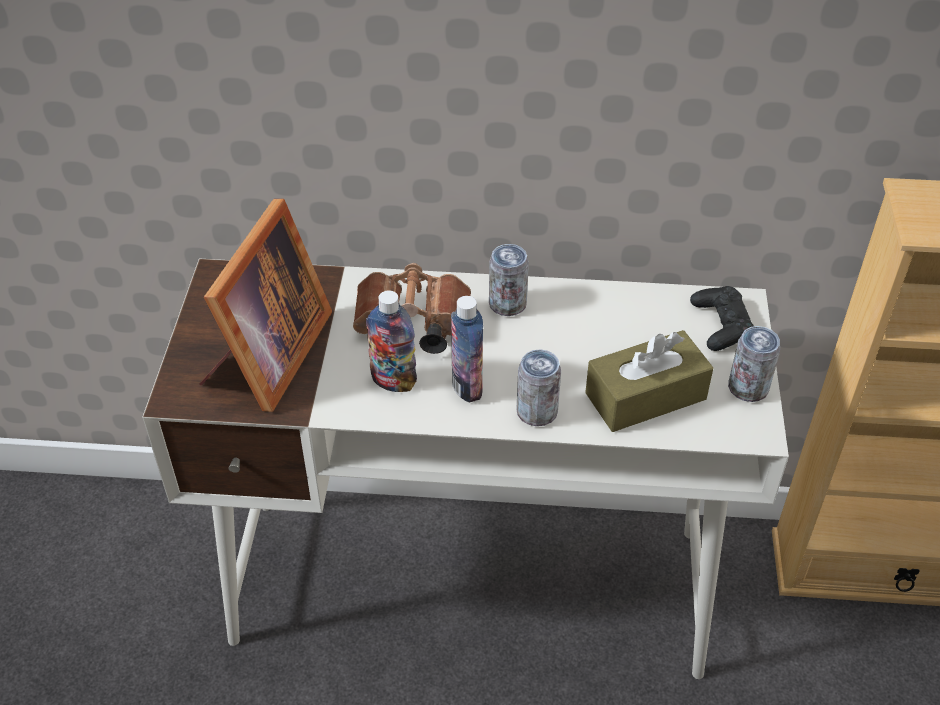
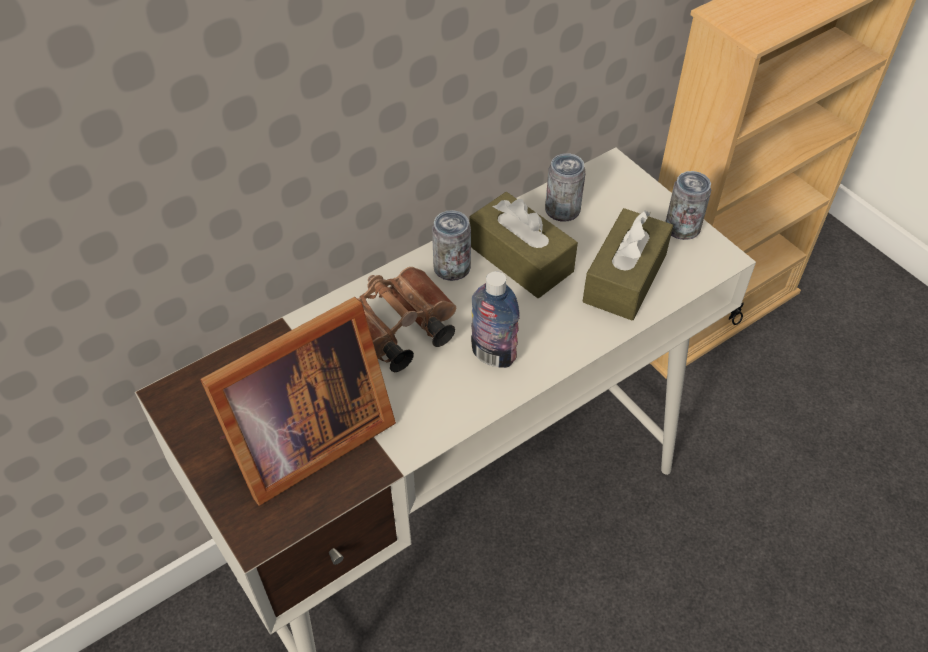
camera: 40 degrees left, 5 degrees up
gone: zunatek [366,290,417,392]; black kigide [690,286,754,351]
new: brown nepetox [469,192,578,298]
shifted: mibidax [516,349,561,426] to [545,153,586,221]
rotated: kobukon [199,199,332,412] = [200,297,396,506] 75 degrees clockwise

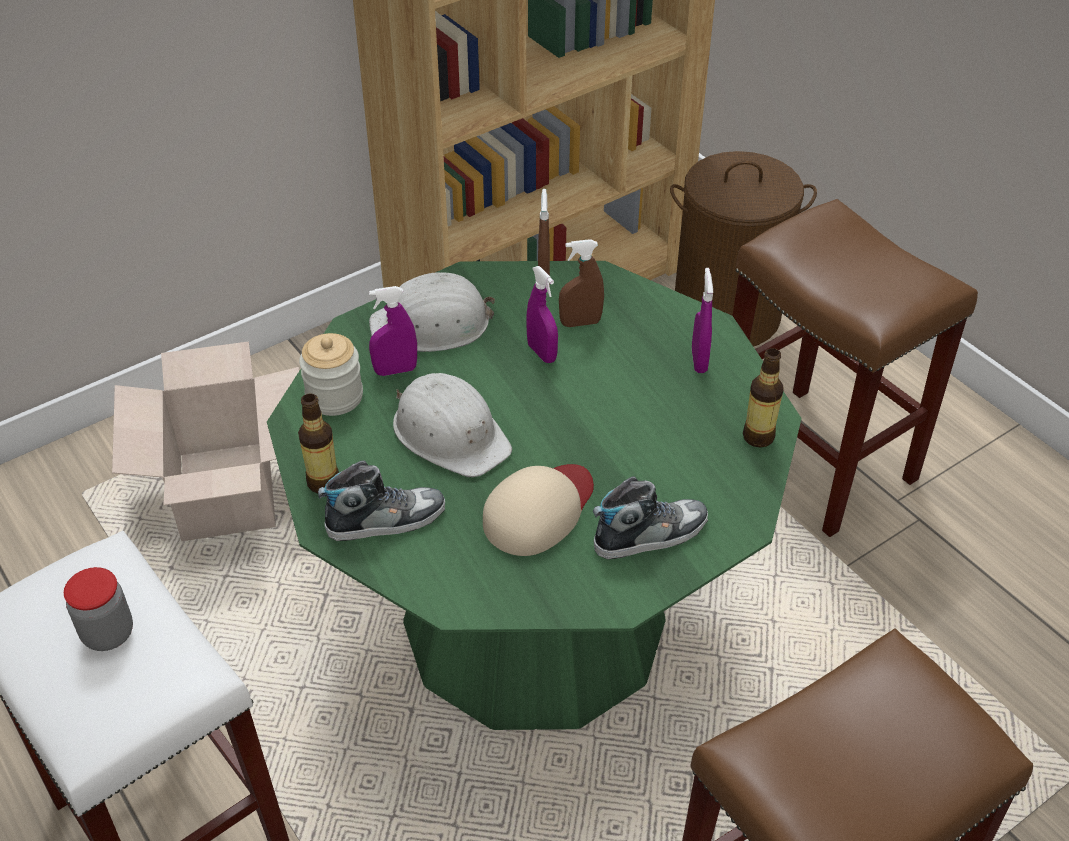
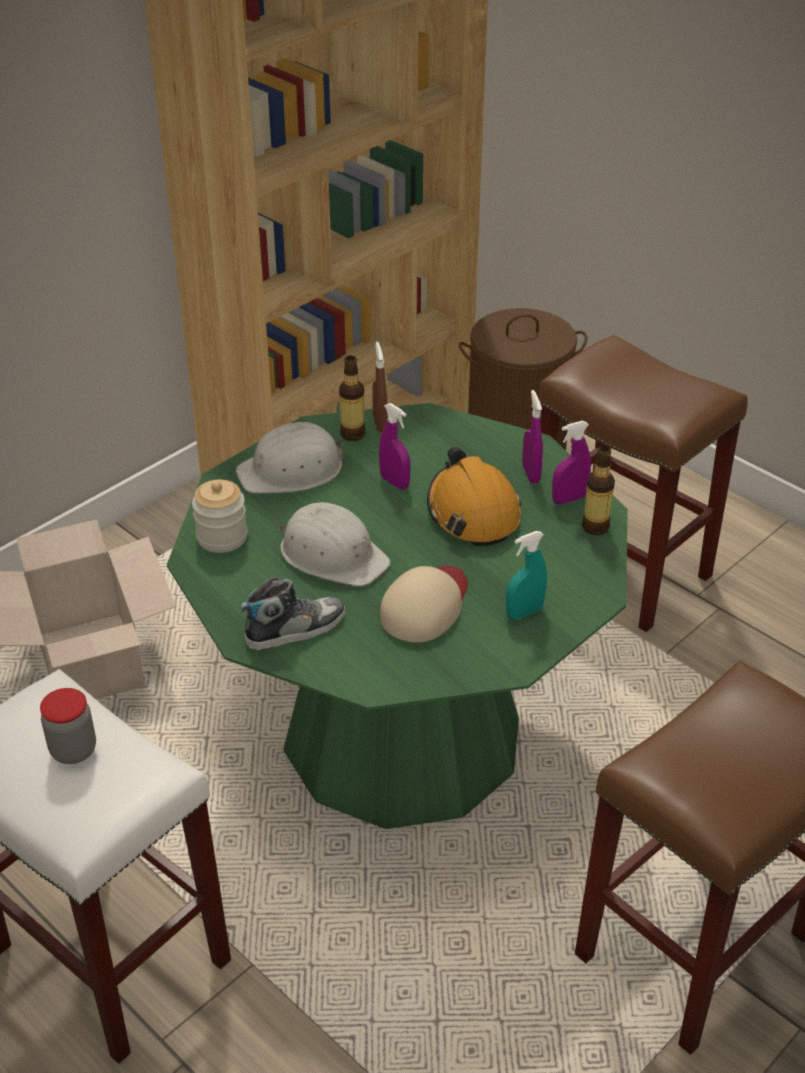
camera: 10 degrees left, 5 degrees down
gone: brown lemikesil [559,239,604,327]
new: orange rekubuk [427,447,521,546]
shifted: zunatek [298,393,339,493] to [339,356,366,441]; purple lemikesil [369,286,417,376] to [552,421,591,504]
swapped: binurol [593,476,708,559] to turquoise lemikesil [506,531,547,620]

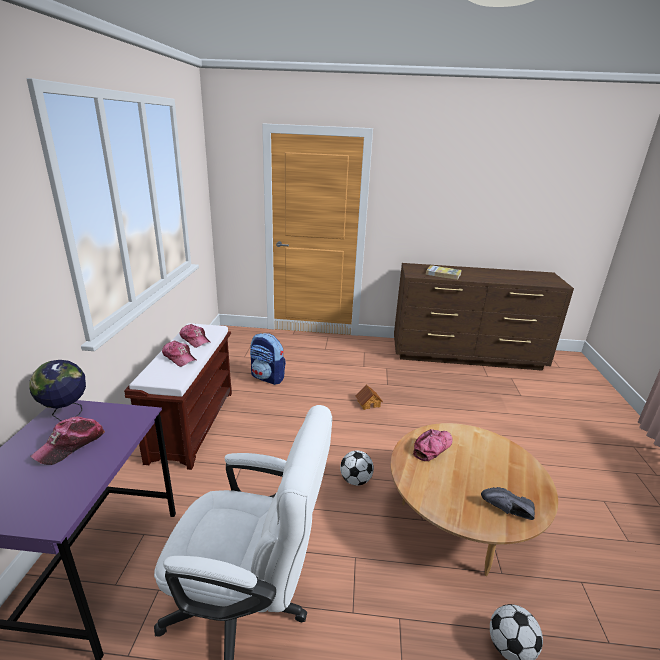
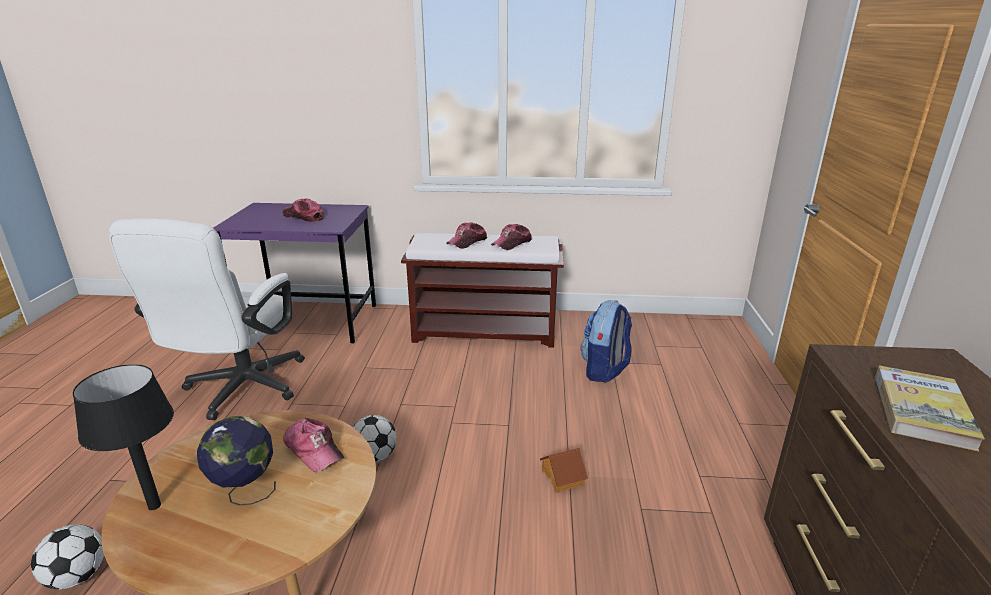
camera: 90 degrees right, 0 degrees up
shifted: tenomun [29,360,86,421] to [197,416,276,506]
swapped: black binurol [481,487,535,520] to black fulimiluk [73,364,174,510]

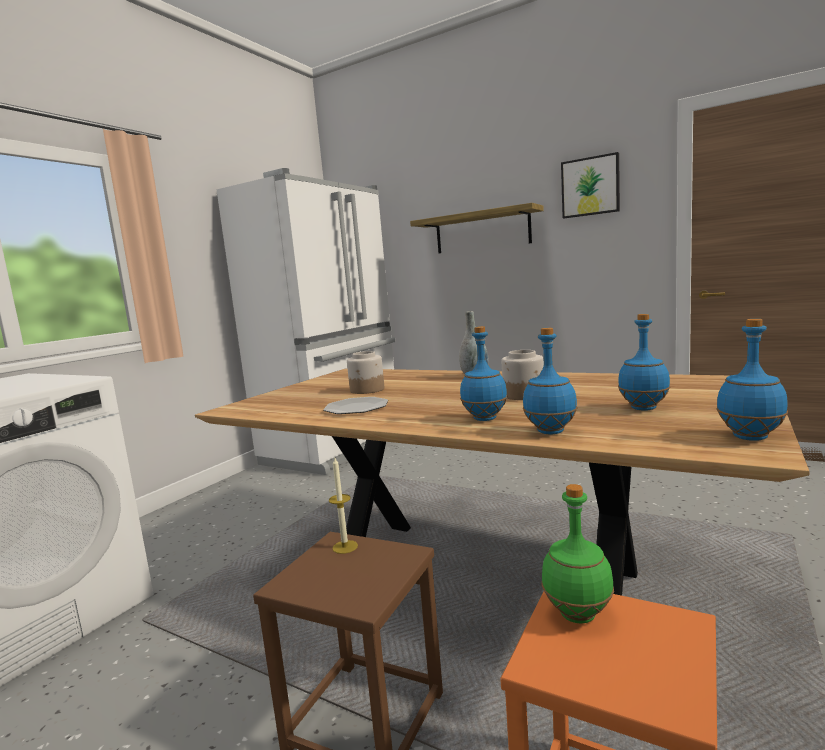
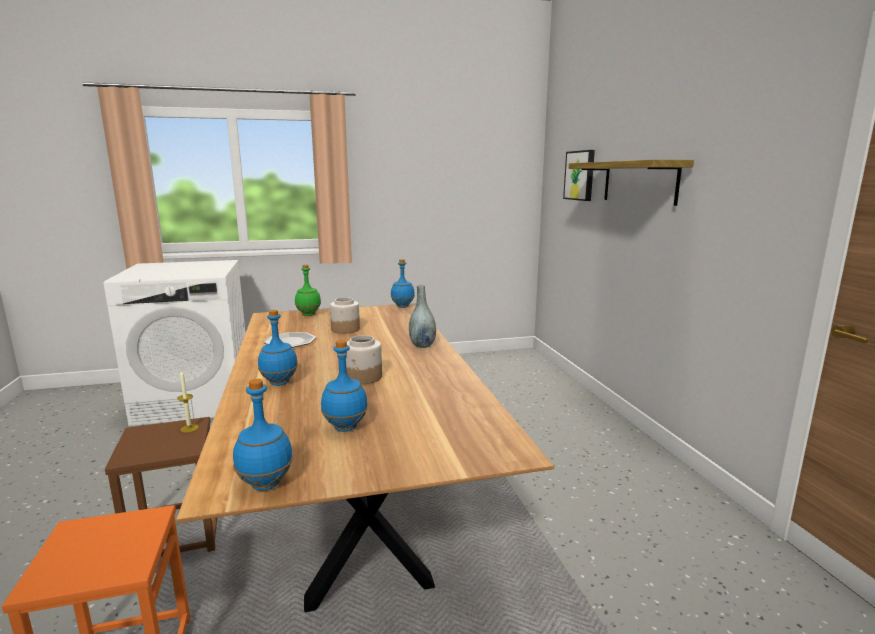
camera: 45 degrees right, 5 degrees up
gone: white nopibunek [216,168,395,475]
shifted: blue zunatek [523,328,578,434] to [391,259,415,308]; green zunatek [541,484,614,623] to [295,265,321,316]; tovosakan [561,152,620,218] to [563,150,595,201]

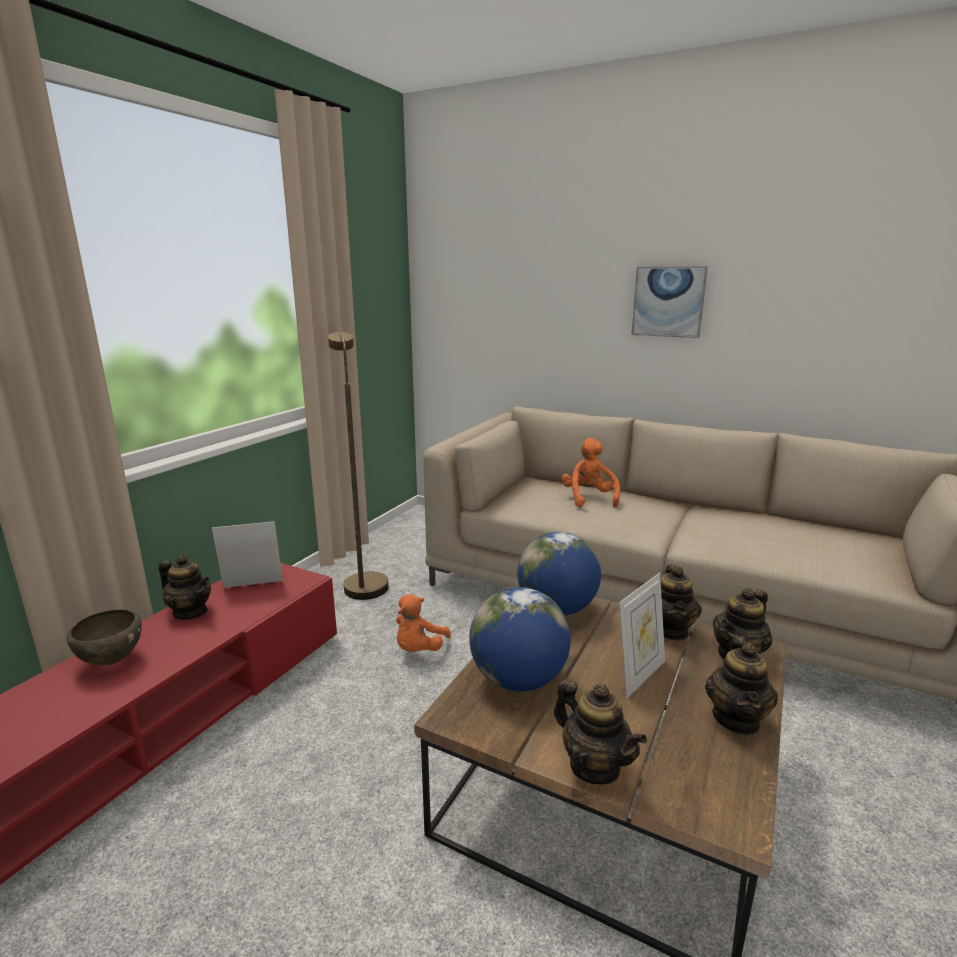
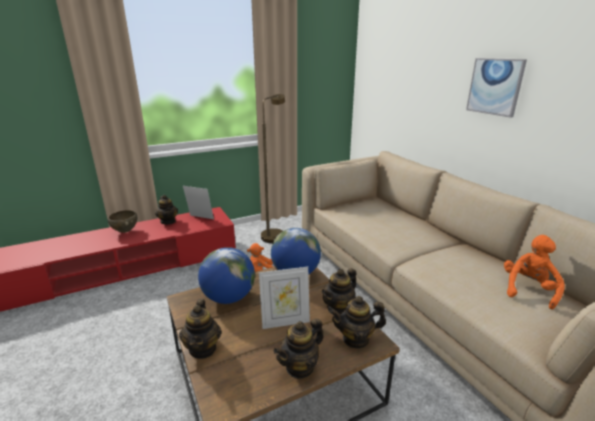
camera: 35 degrees right, 5 degrees up
shifted: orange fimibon [562,438,620,508] to [504,235,565,310]

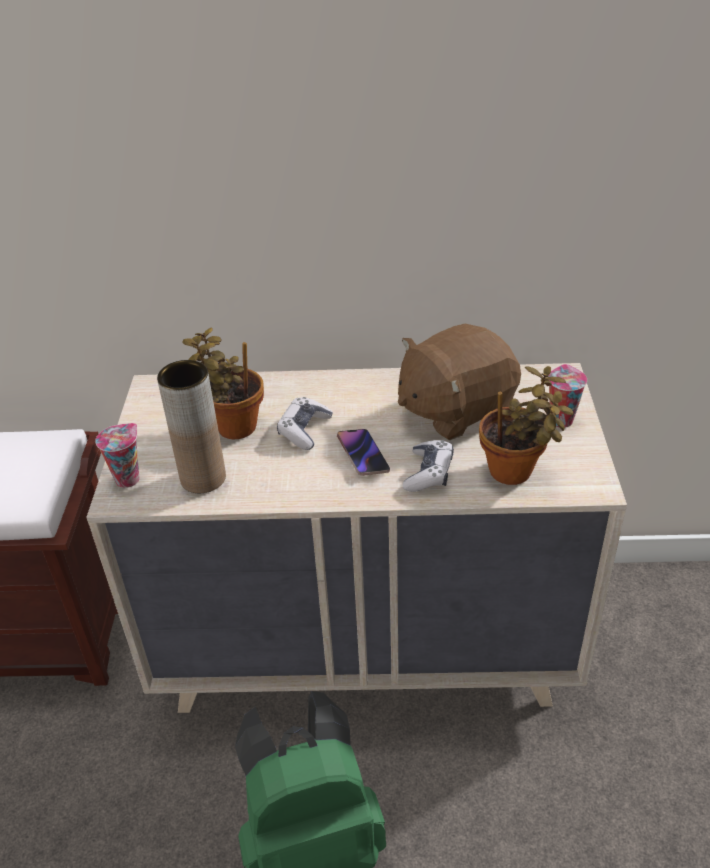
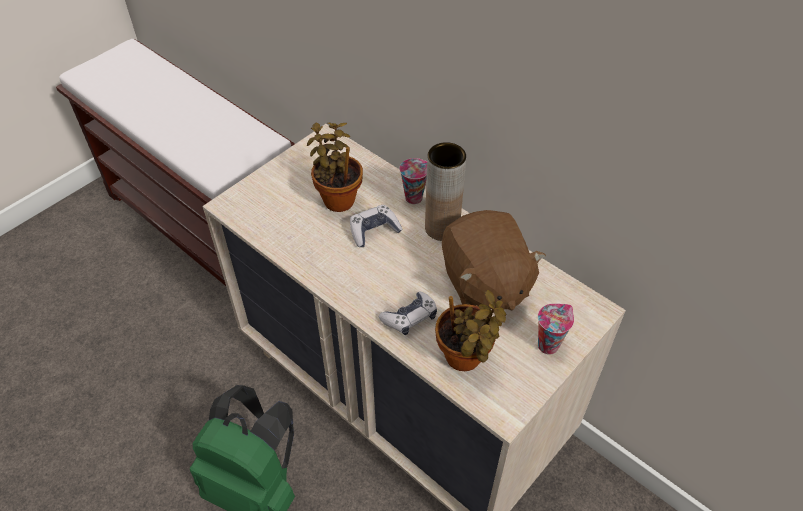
camera: 40 degrees right, 10 degrees up
gone: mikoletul [337,429,390,476]
shifted: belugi [95,423,140,488] to [399,158,427,204]; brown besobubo [157,360,226,493] to [425,142,466,241]
rotated: brown fimibon [398,324,521,440] = [442,210,546,310] 120 degrees counterclockwise

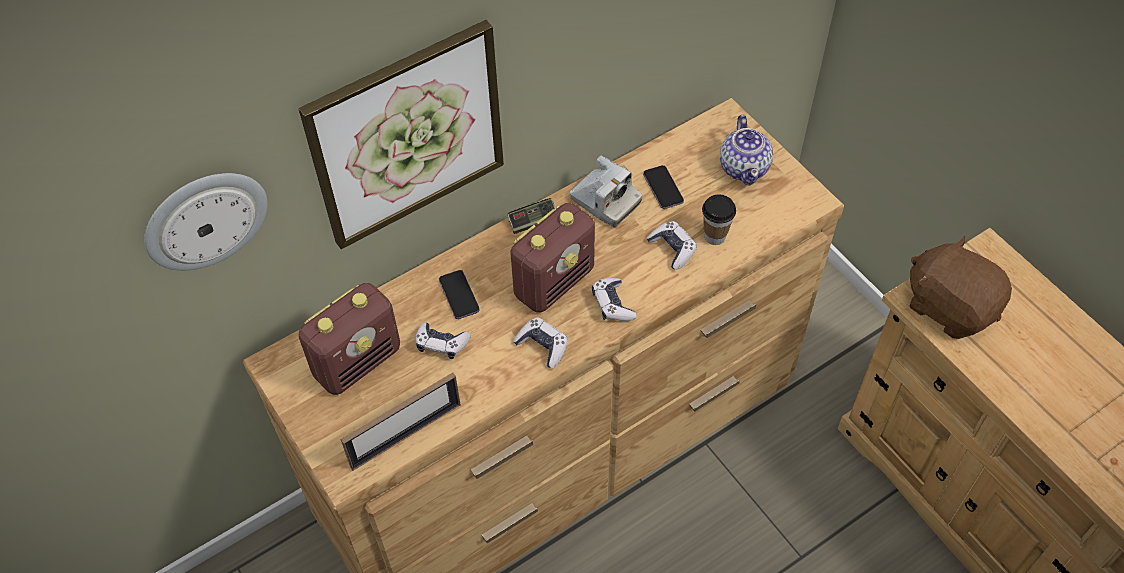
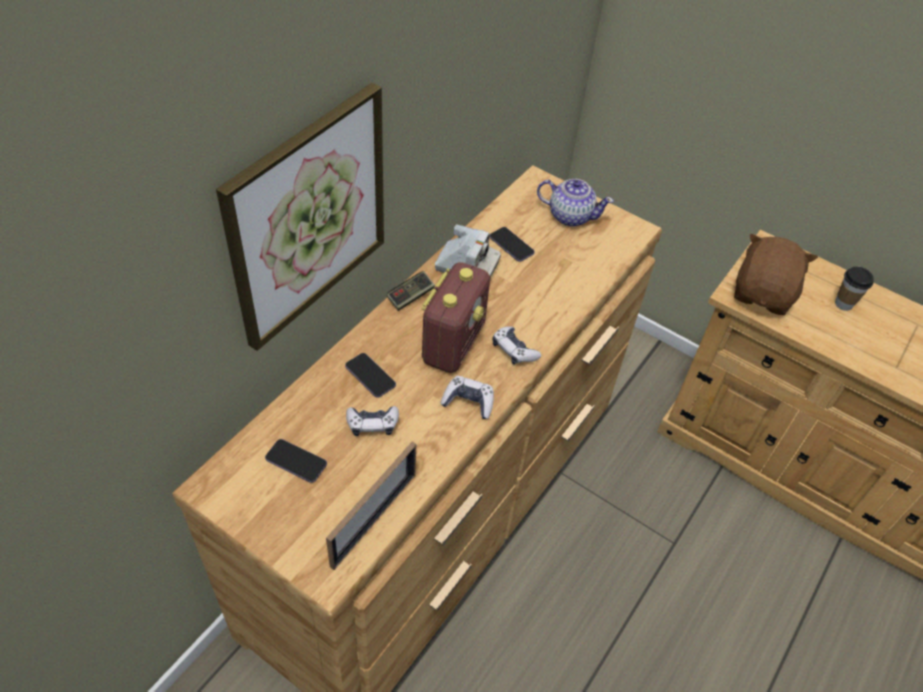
camera: 25 degrees left, 5 degrees down
gone: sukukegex [144,173,267,271]; kigide [647,221,697,270]
shifted: belugi [702,194,736,245] to [835,267,874,311]
swapped: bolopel [298,283,400,395] to mikoletul [265,439,327,483]
rotated: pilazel [720,115,773,185] = [537,179,614,226] 45 degrees counterclockwise; brown fimibon [909,236,1012,339] = [734,234,818,315] 90 degrees clockwise

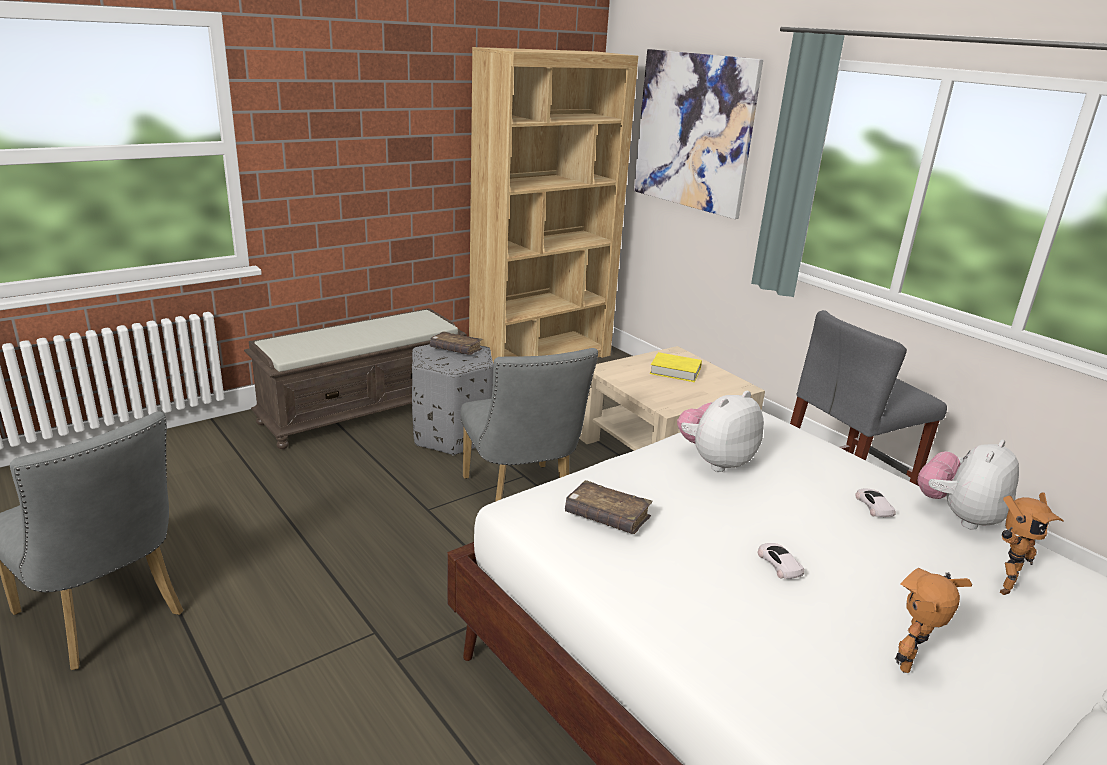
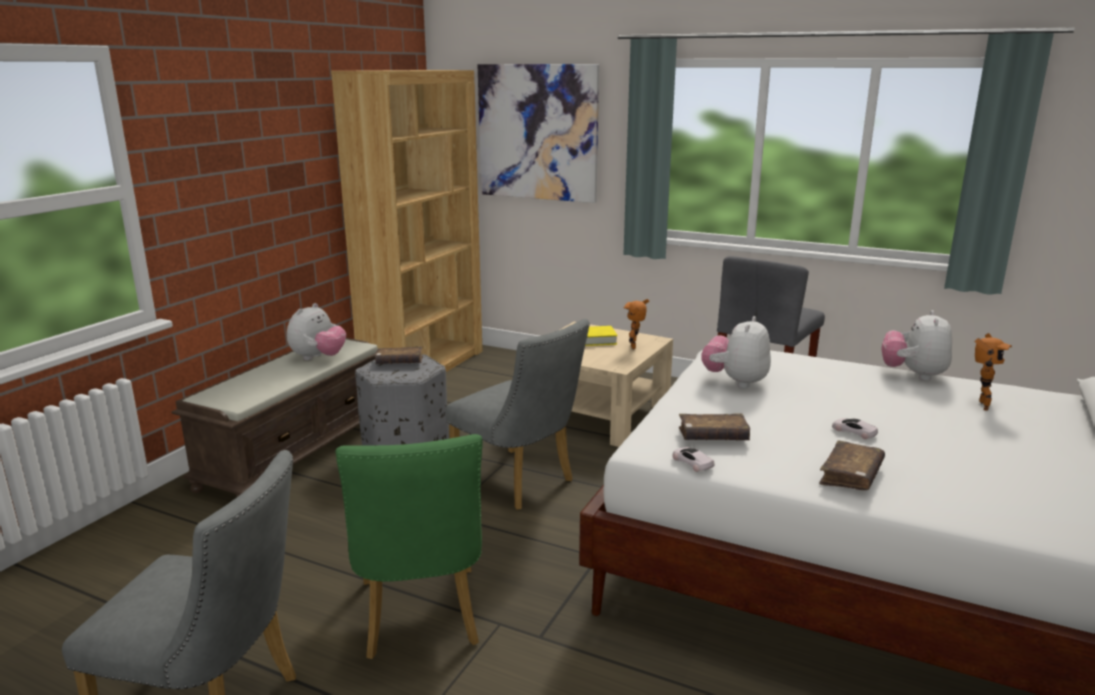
camera: 25 degrees left, 5 degrees down
new: fimibon [287,303,346,360]; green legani [335,434,483,659]; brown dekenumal [819,441,885,490]
shifted: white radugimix [855,489,896,517] to [672,447,715,472]; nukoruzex [895,568,972,673] to [624,299,649,349]

